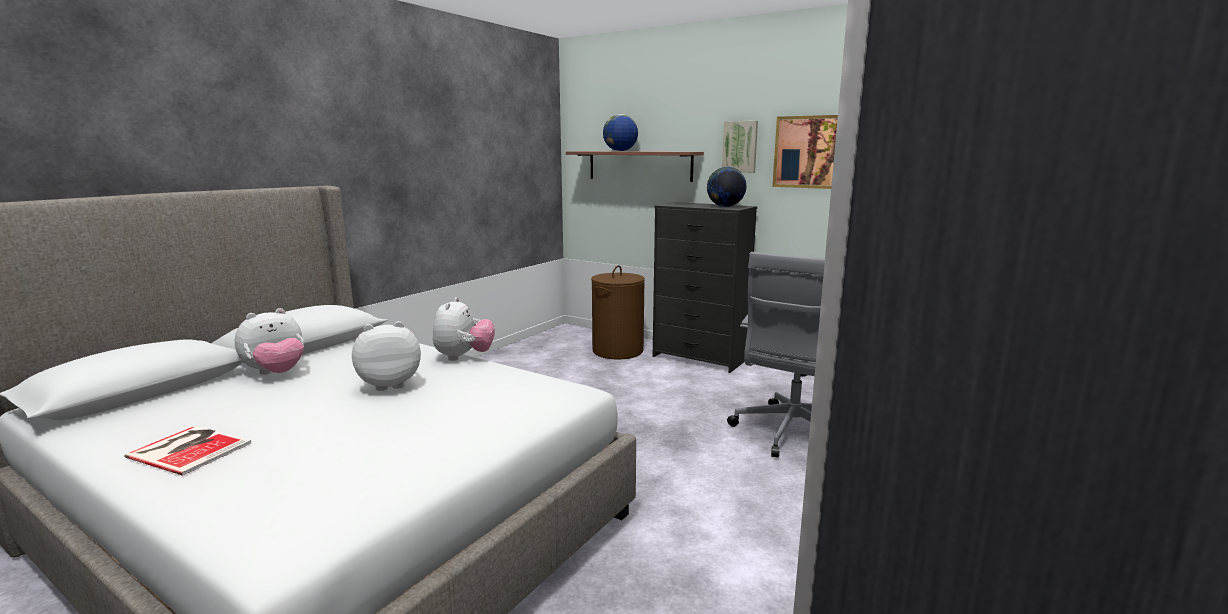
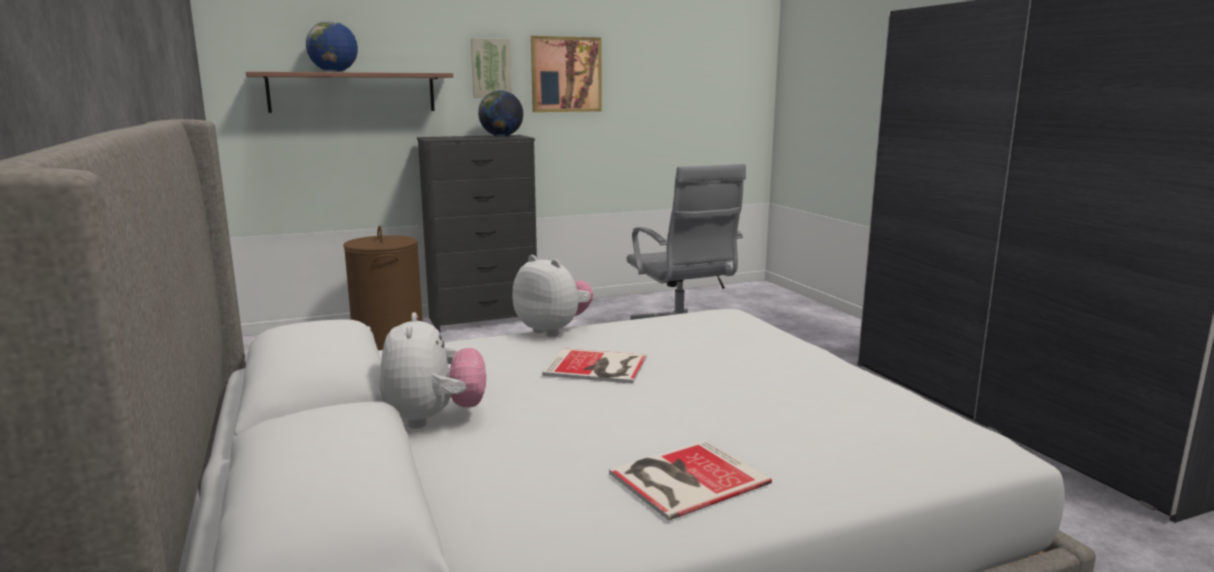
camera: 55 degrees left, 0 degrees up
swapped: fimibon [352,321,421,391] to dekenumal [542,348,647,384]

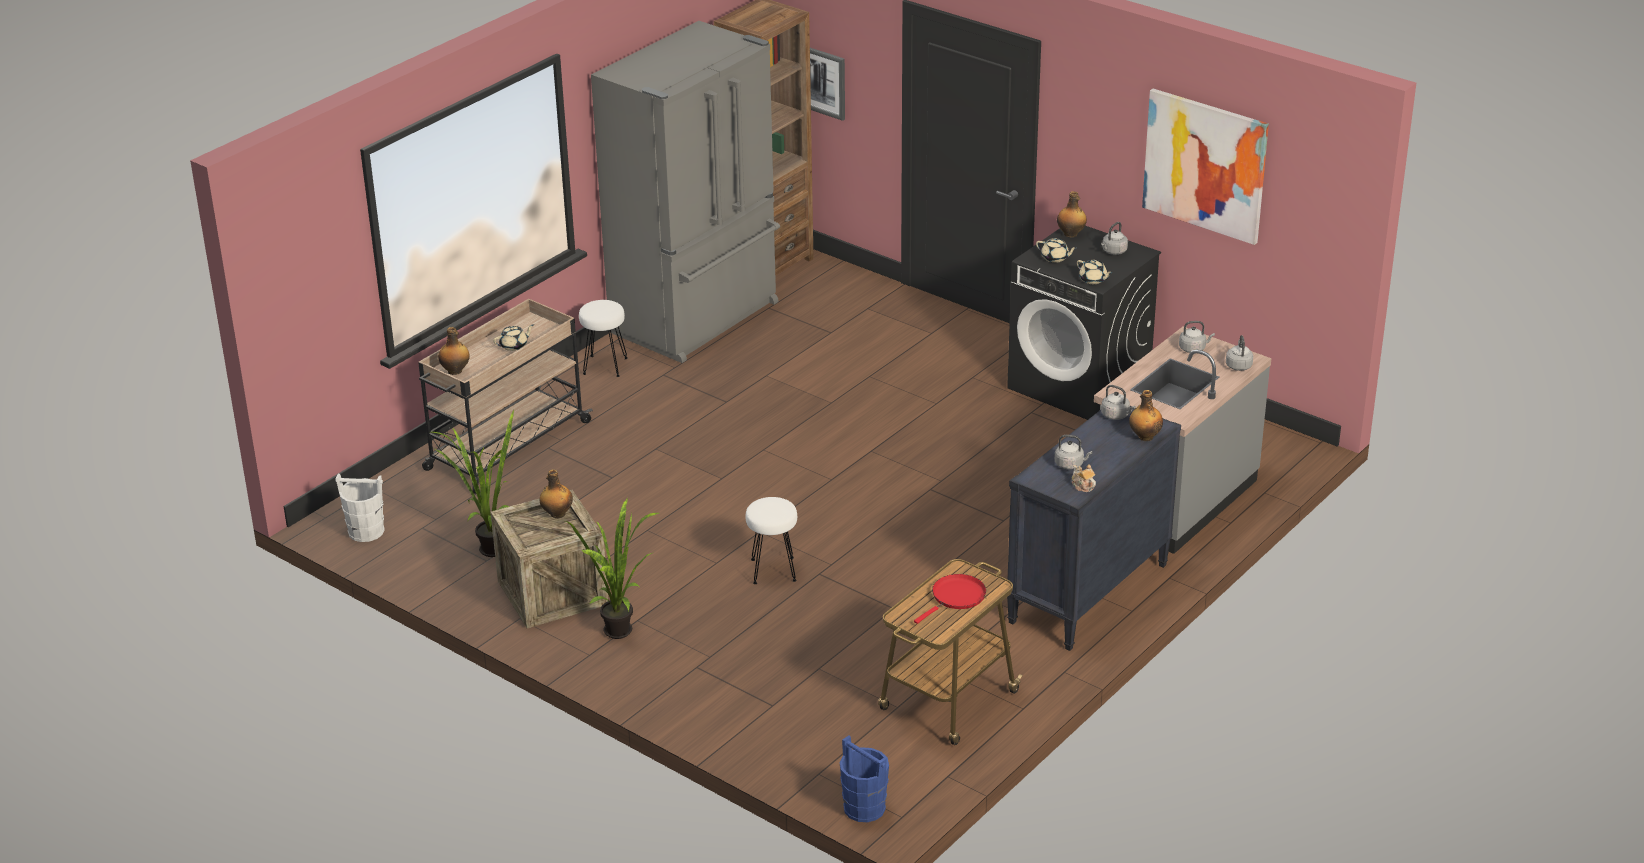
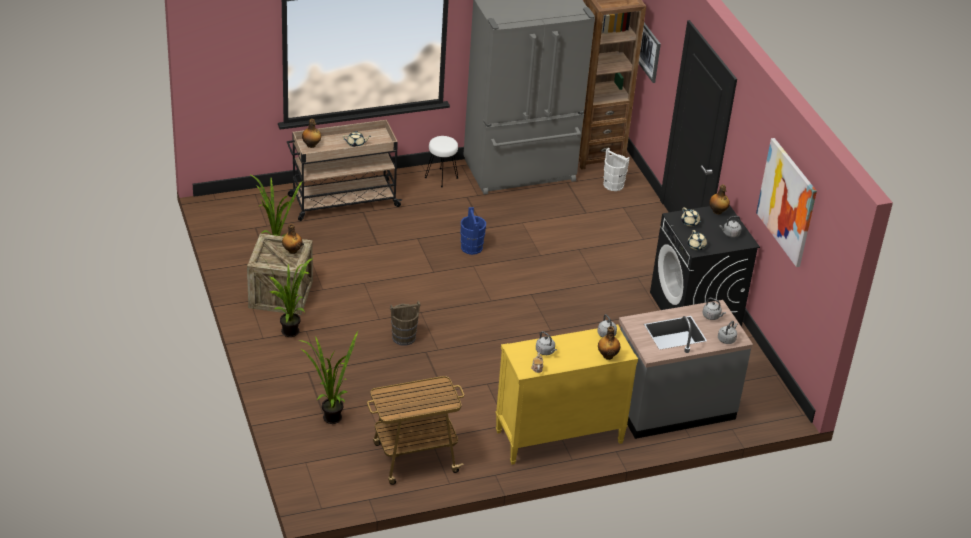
camera: 30 degrees right, 5 degrees up
gone: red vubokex [914,574,986,624]
new: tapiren [298,331,358,424]
shifted: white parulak [335,474,384,542] to [603,148,630,191]; blue parulak [840,735,889,822] to [460,207,486,255]
swapped: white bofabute [745,497,797,584] to brown parulak [390,301,421,346]
repainted: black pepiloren [1007,406,1181,651] to yellow pepiloren [495,325,638,465]

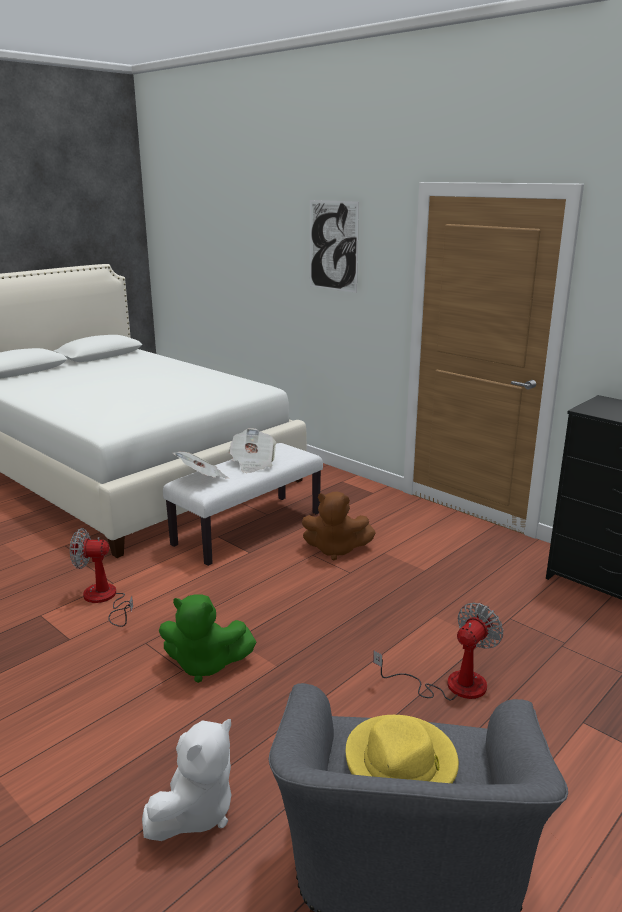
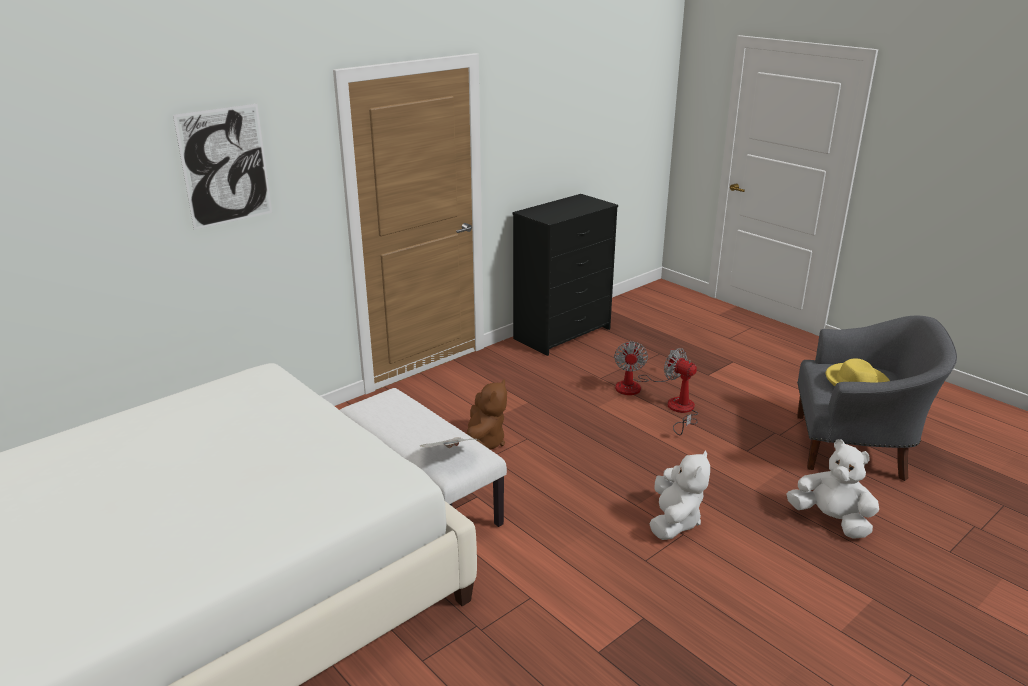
camera: 85 degrees left, 5 degrees up
gone: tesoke [229,428,276,473]
shifted: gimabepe [70,528,133,627] to [614,341,676,395]
repainted: green fimibon [159,594,256,683] to white fimibon [649,450,710,540]

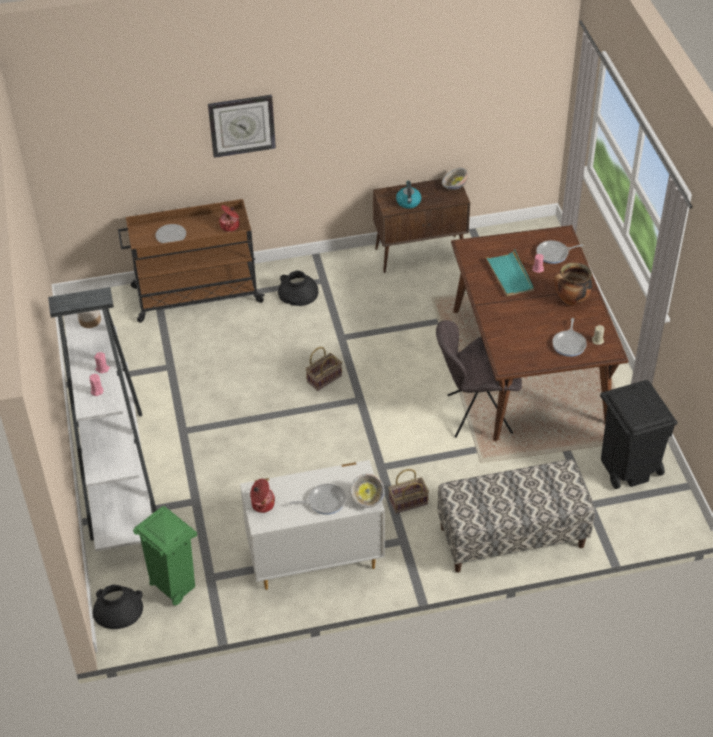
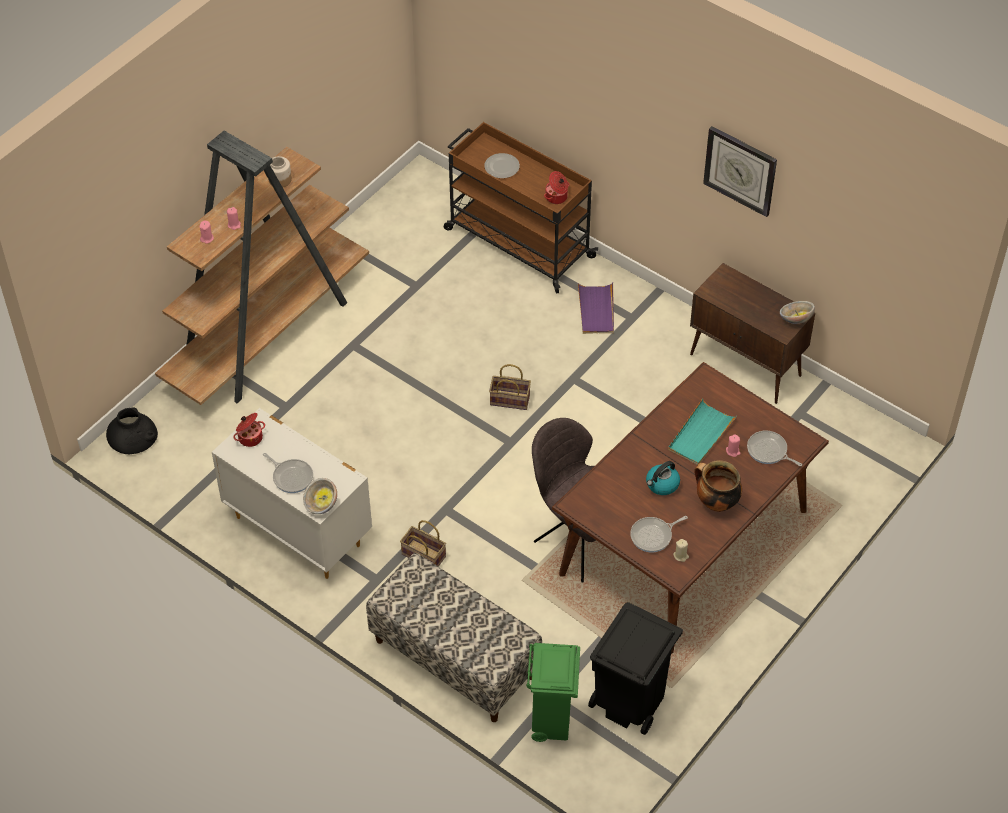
camera: 50 degrees right, 5 degrees up
shifted: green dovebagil [133,506,197,605] to [526,643,580,742]; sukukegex [208,95,276,158] to [703,126,777,217]; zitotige [396,181,421,209] to [646,461,680,495]
swapped: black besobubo [278,270,318,306] to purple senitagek [578,283,614,334]
repainted: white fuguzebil [48,287,157,551] to brown fuguzebil [155,131,369,405]

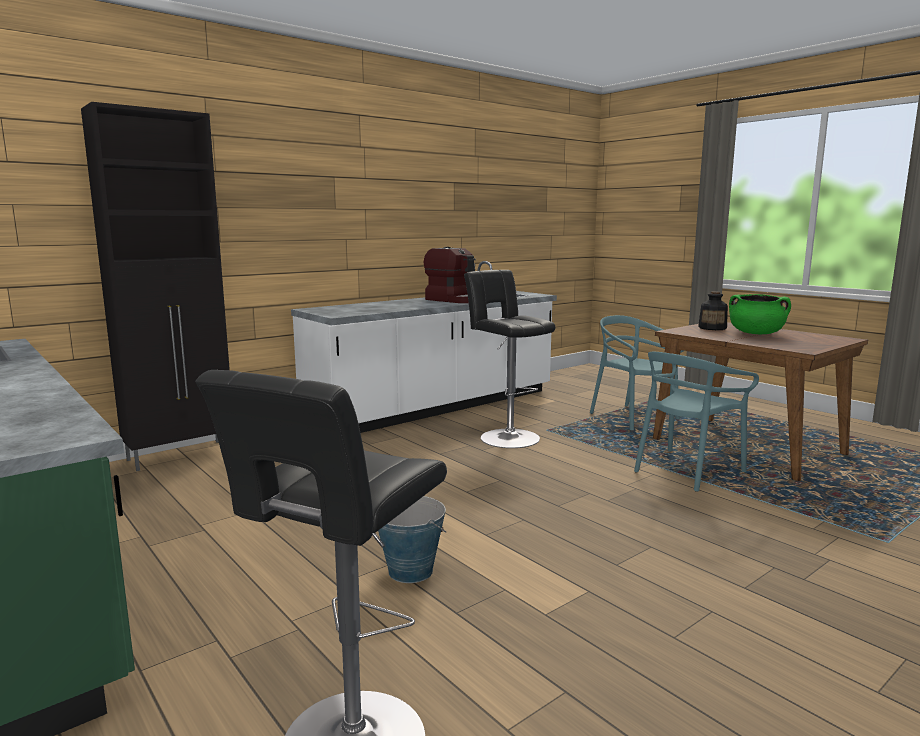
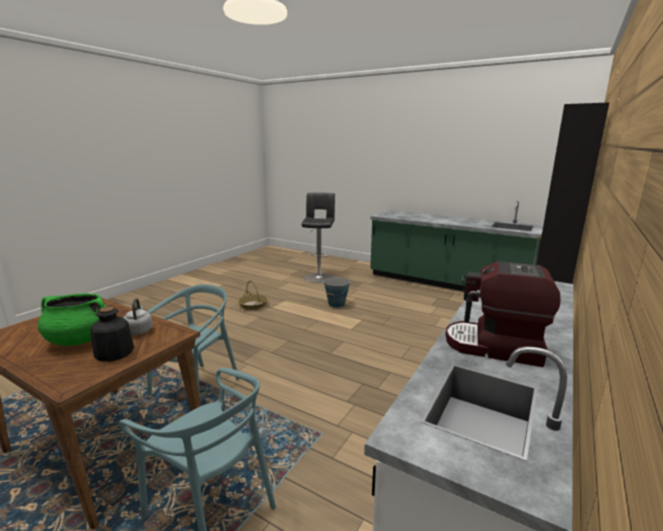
camera: 160 degrees right, 5 degrees up
gone: black bofabute [464,270,556,448]
new: grey zitotige [123,298,153,335]; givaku [238,281,268,310]

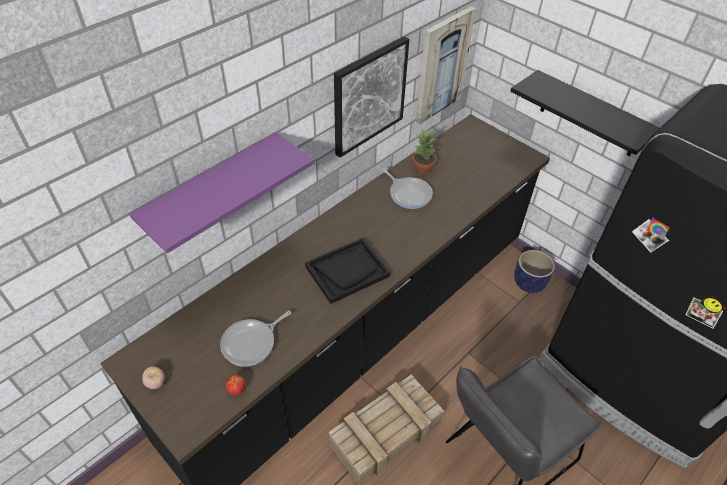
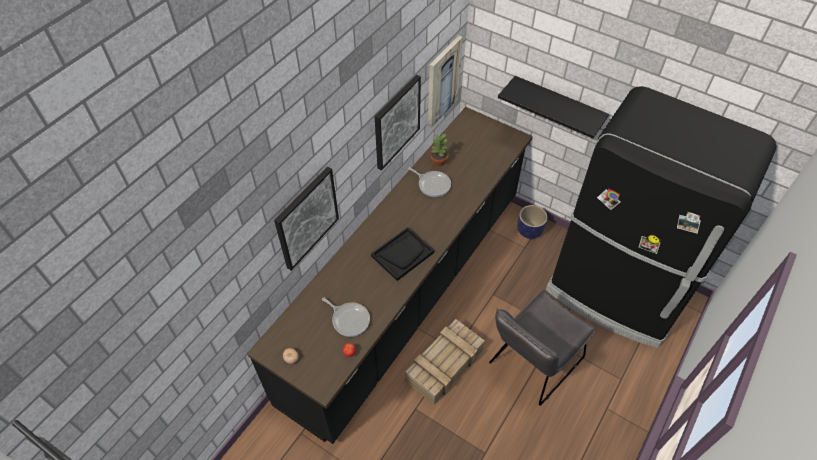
camera: 10 degrees left, 5 degrees up
swapped: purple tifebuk [129,132,315,253] to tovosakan [274,167,339,271]
rotated: vubokex [220,311,291,367] = [322,297,370,337] 90 degrees counterclockwise

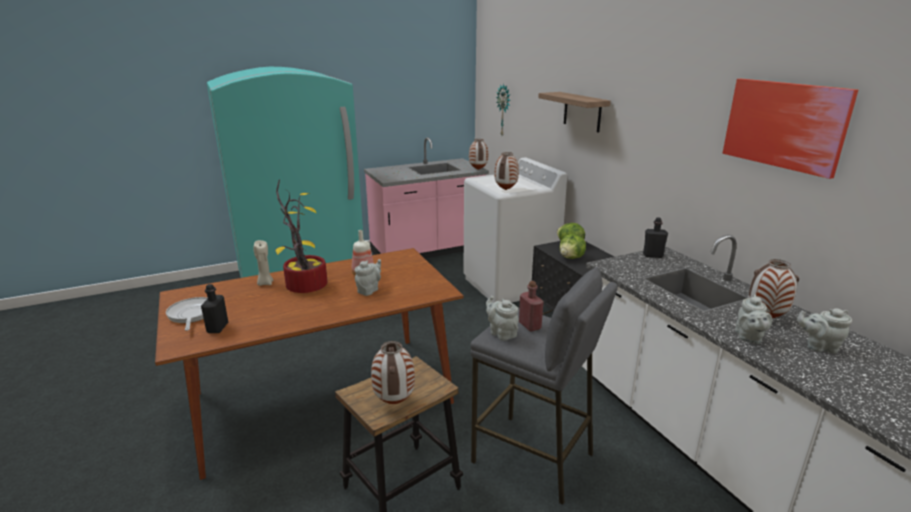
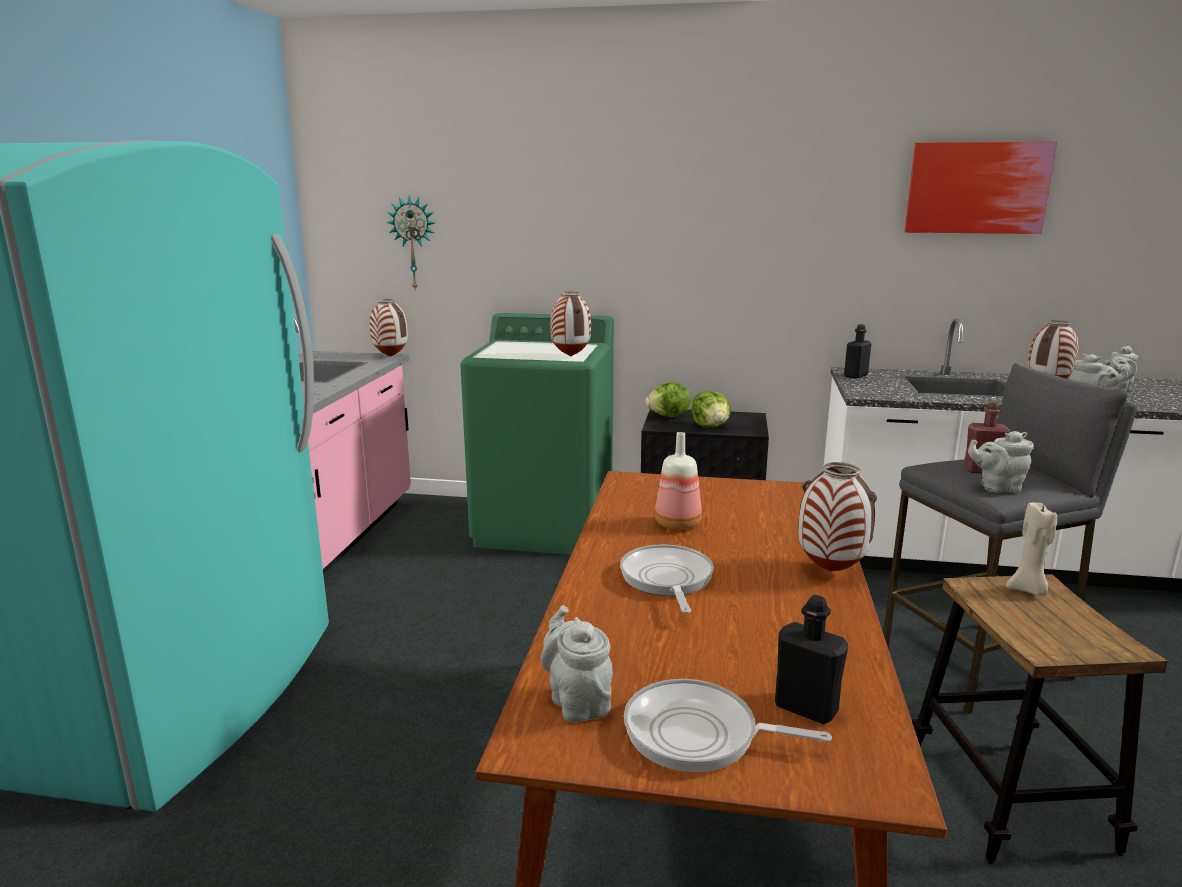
camera: 55 degrees left, 5 degrees down
gone: tifebuk [538,92,611,133]
shifted: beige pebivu [253,240,273,286] to [1006,503,1057,596]; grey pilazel [355,259,381,296] to [540,606,613,722]; besobubo [371,341,415,404] to [798,462,877,571]
swapped: tapiren [275,180,328,293] to vubokex [620,545,714,613]
repainted: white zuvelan [464,157,567,303] to green zuvelan [460,313,614,555]

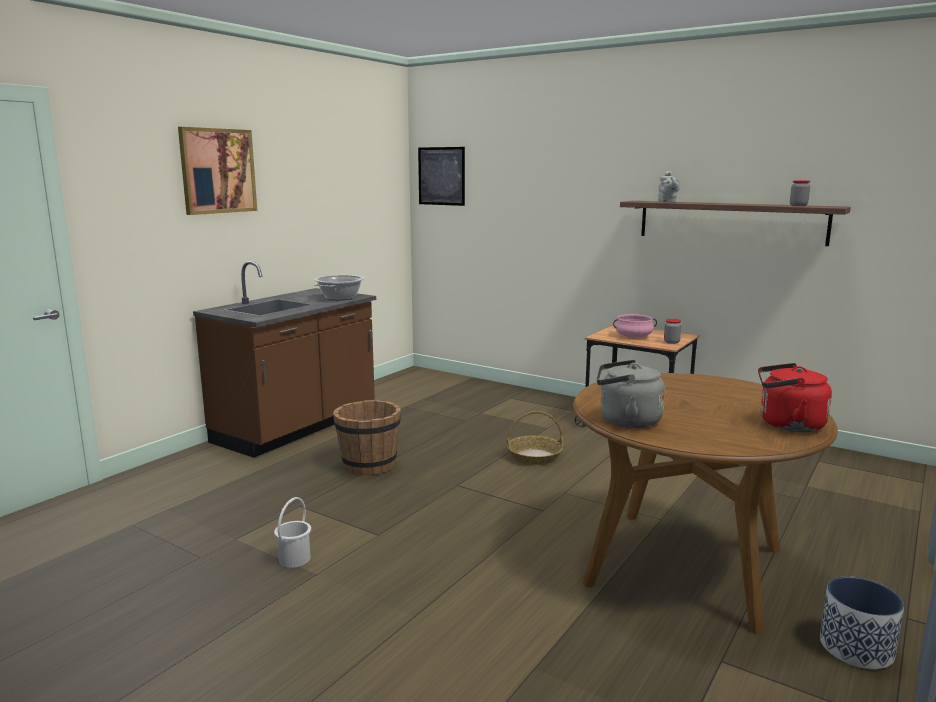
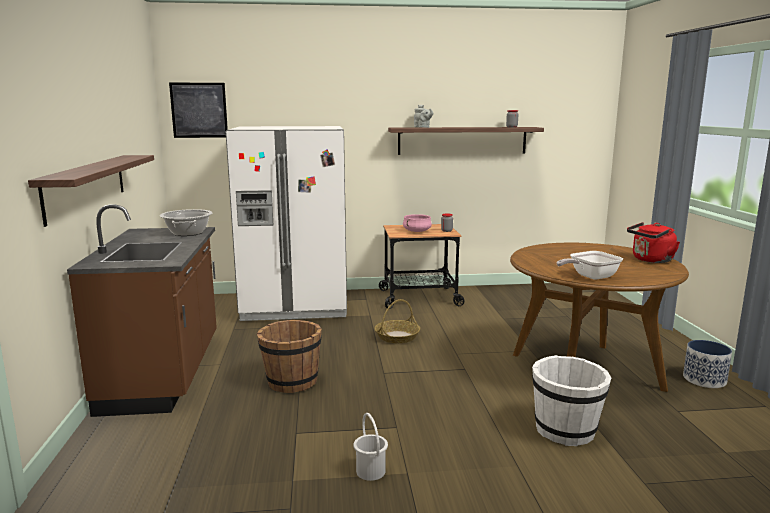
camera: 40 degrees left, 0 degrees up
gone: tovosakan [178,127,257,215]
new: tifebuk [28,155,154,227]; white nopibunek [226,126,347,321]; white parulak [532,355,611,446]
swapped: grey zitotige [597,360,665,428] to vubokex [557,251,623,280]

